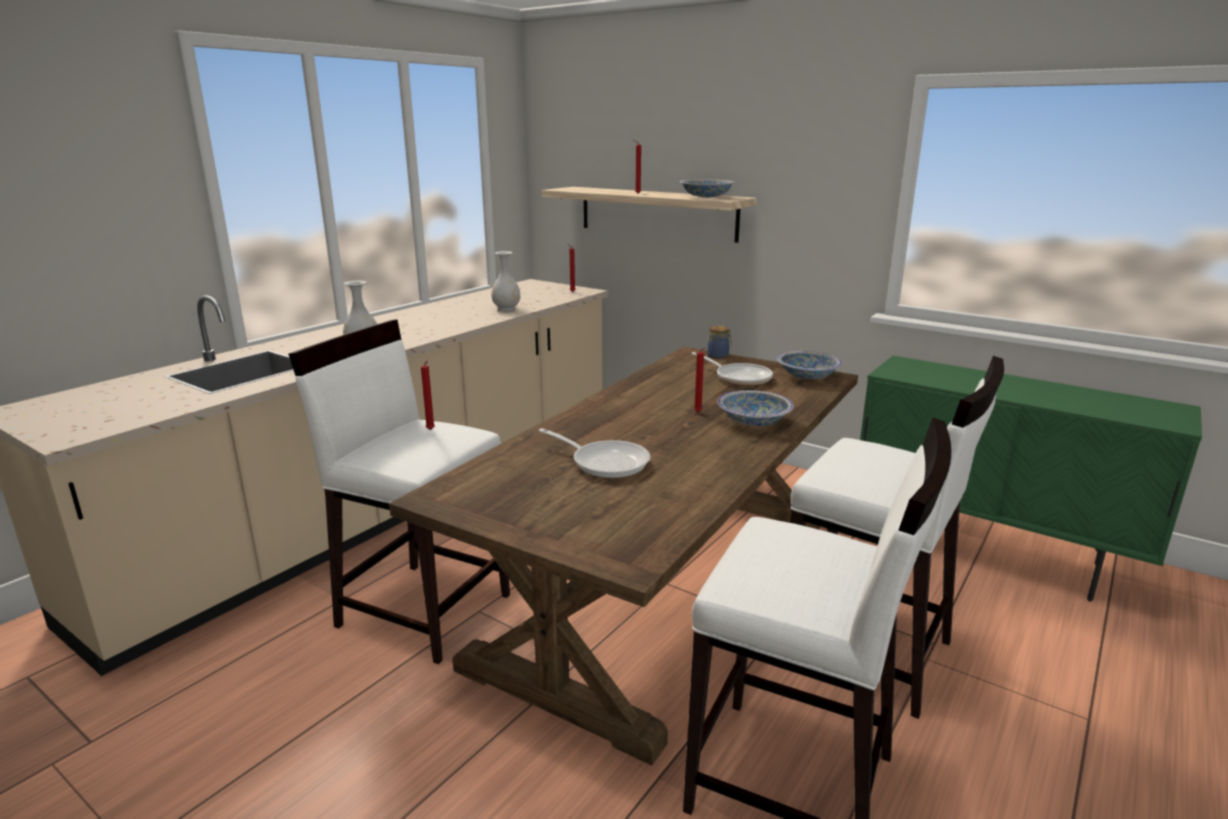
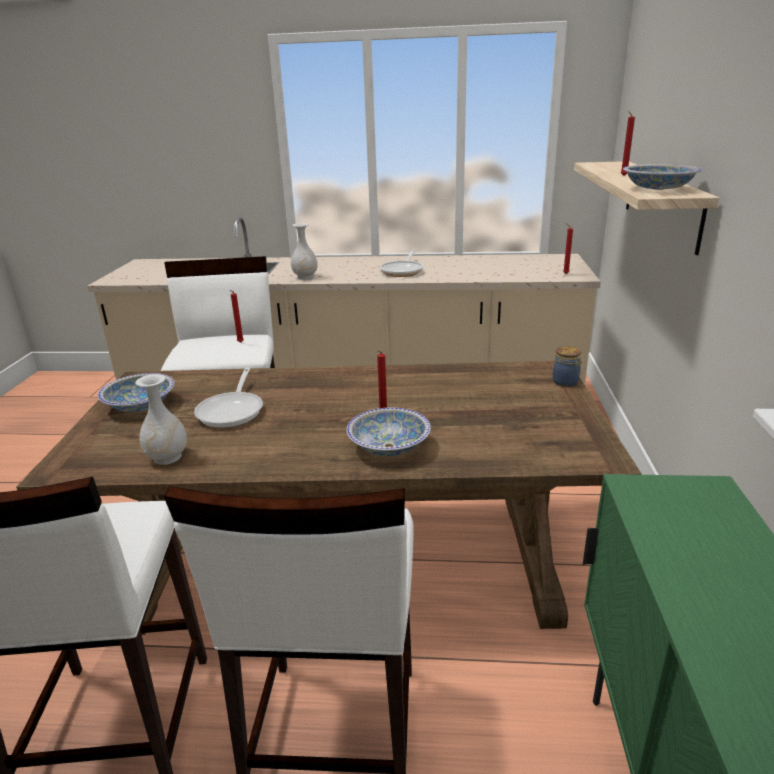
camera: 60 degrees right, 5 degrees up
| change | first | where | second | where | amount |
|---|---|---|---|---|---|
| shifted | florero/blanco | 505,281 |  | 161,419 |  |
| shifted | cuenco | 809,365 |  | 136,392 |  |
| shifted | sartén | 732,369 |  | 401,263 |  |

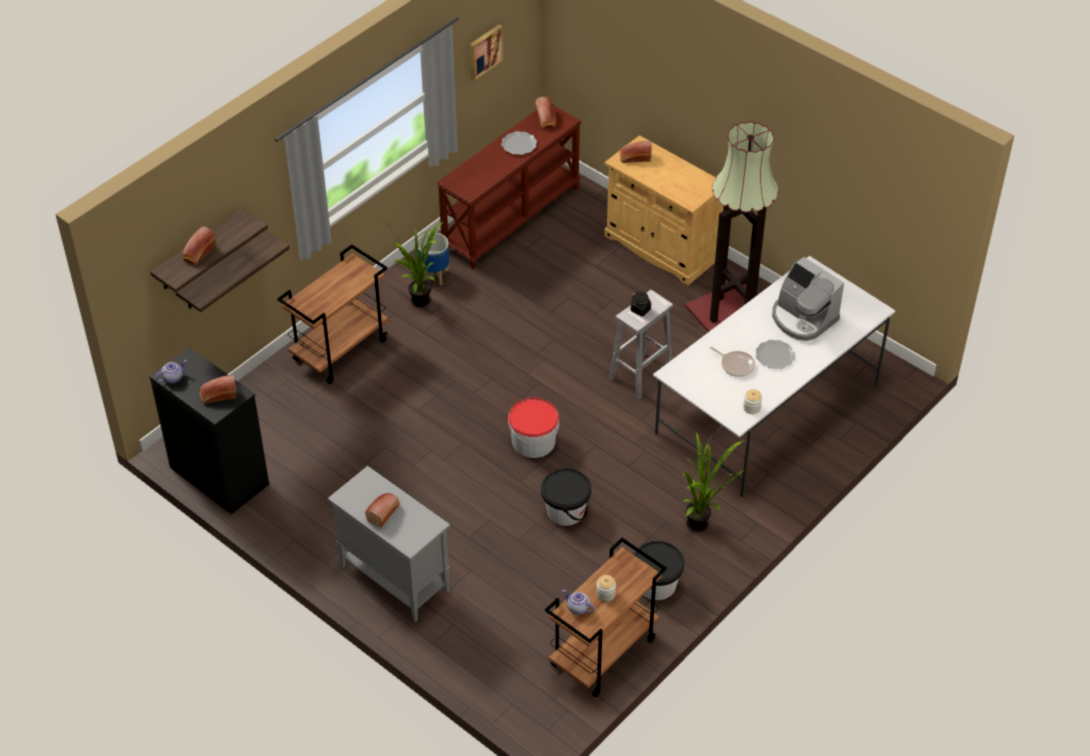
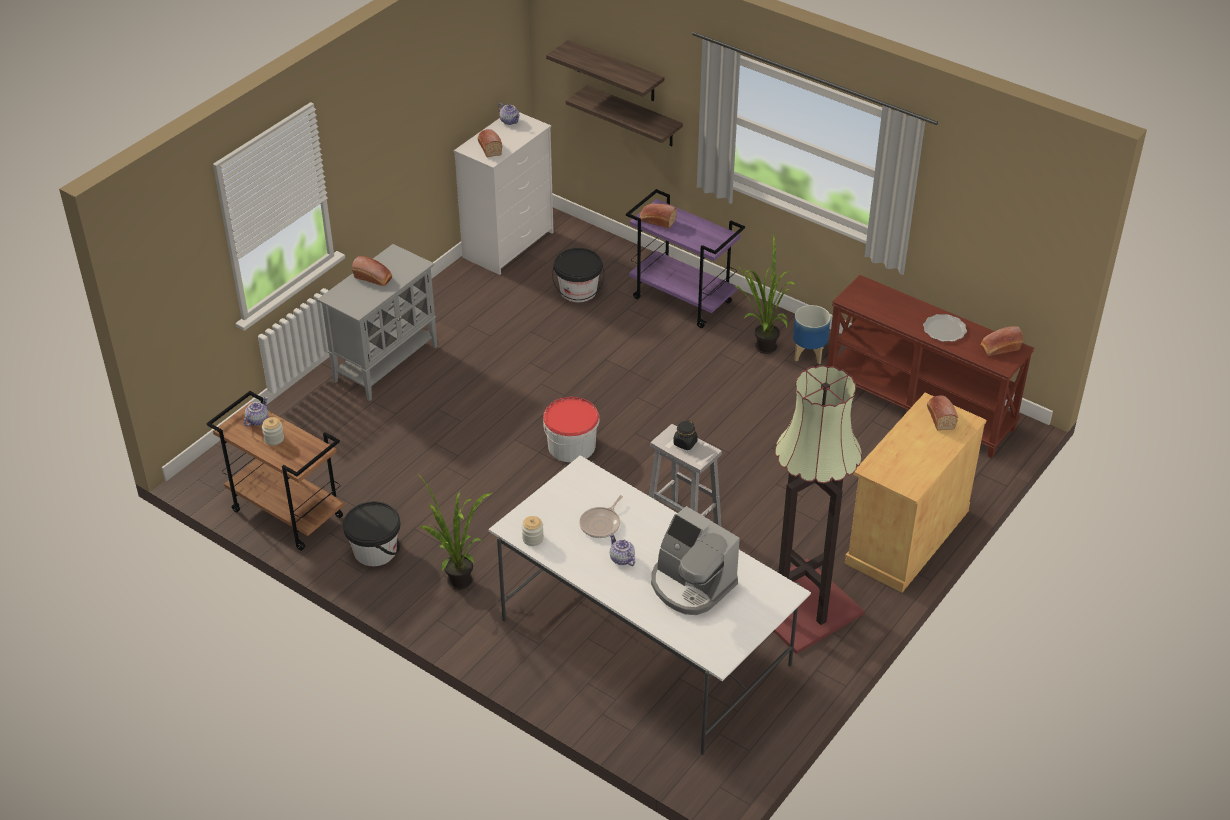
camera: 85 degrees right, 5 degrees down
| change | first | where | second | where | amount |
|---|---|---|---|---|---|
| gone | cuadro | 487,52 |  |  |  |
| shifted | pan | 199,246 |  | 658,216 |  |
| repainted | carrito/marrón | 332,314 | carrito/morado | 685,258 |  |
| rotated | cafetera | 808,299 |  | 695,560 | 90 degrees counterclockwise |
| swapped | plato | 775,354 | tetera | 622,550 |  |
| repainted | cómoda/negro | 209,430 | cómoda/blanco | 504,193 |  |
| shifted | cubo/negro | 566,497 |  | 578,275 |  |

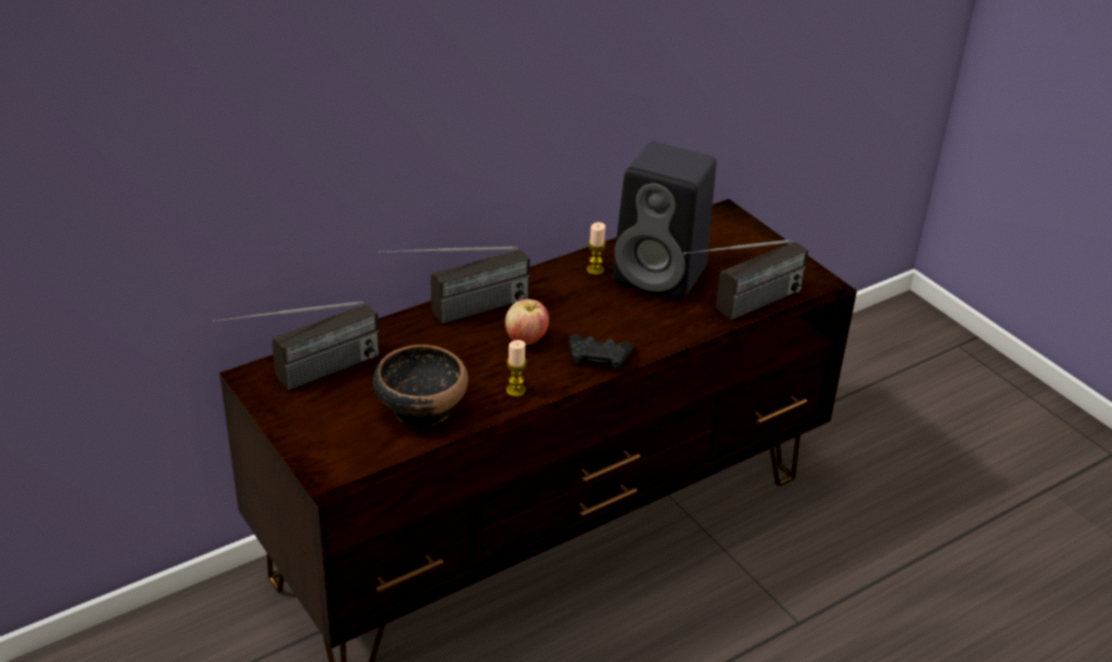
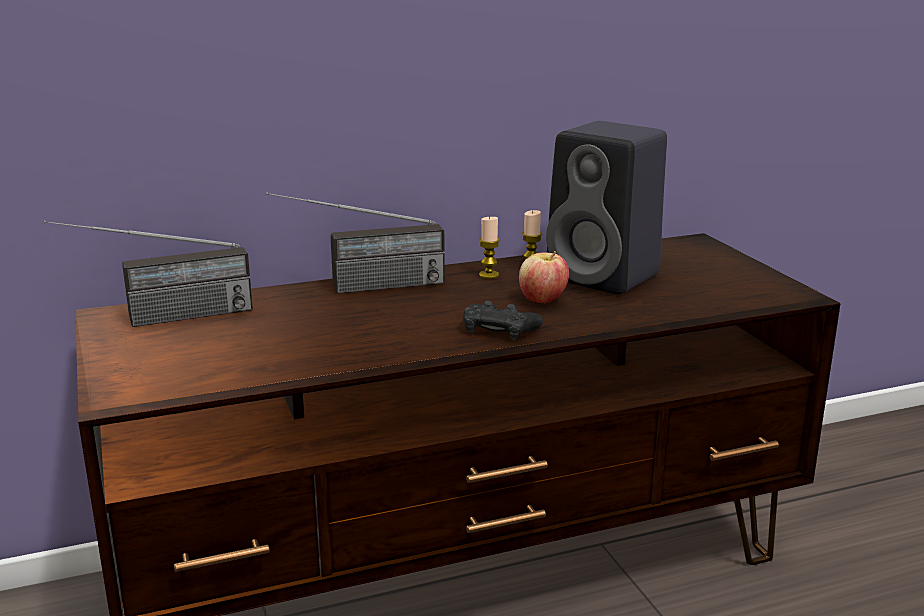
camera: 15 degrees right, 15 degrees down
| change | first | where | second | where | amount |
|---|---|---|---|---|---|
| gone | radio | 746,279 |  |  |  |
| shifted | manzana | 527,322 |  | 544,277 |  |
| shifted | vela | 516,368 |  | 489,247 |  |
| gone | cuenco | 420,386 |  |  |  |

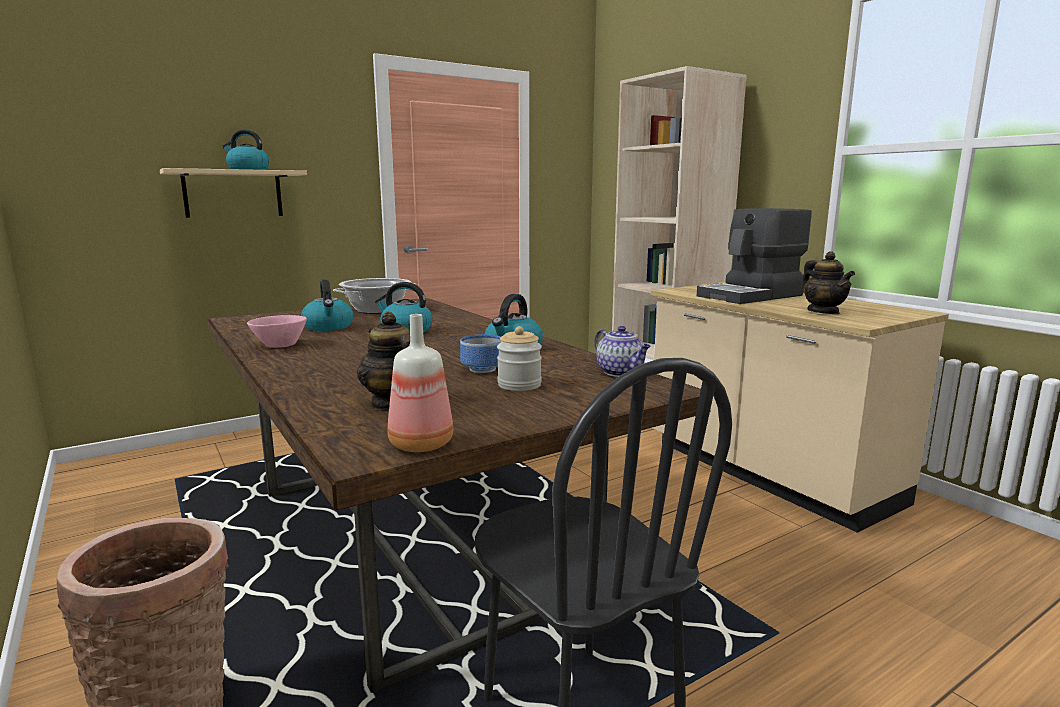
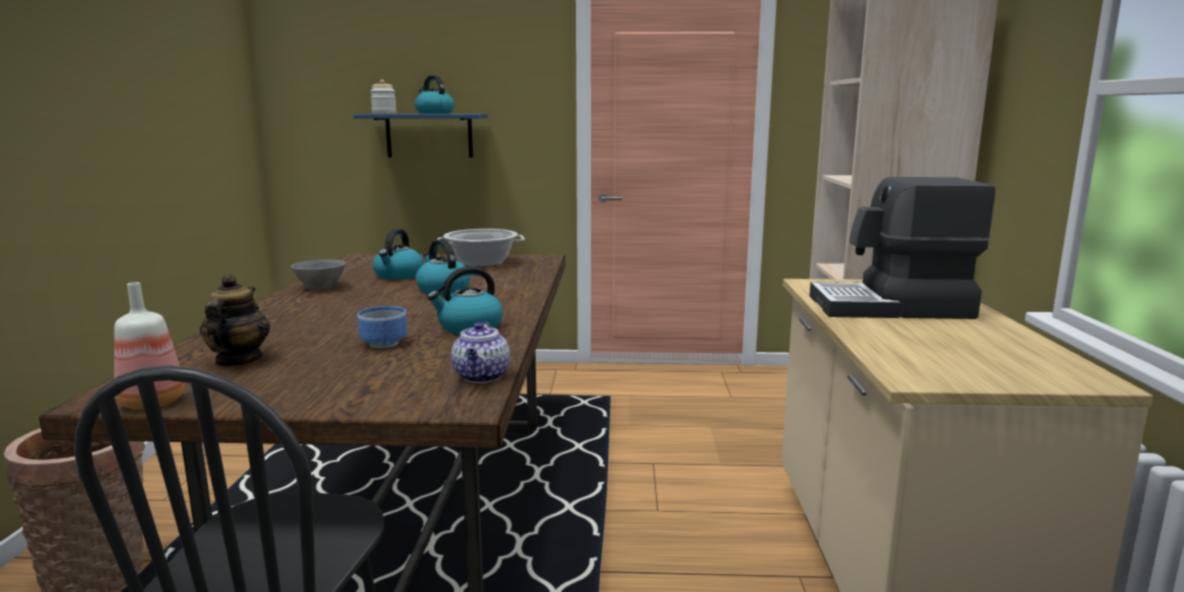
camera: 35 degrees right, 0 degrees up
| change | first | where | second | where | amount |
|---|---|---|---|---|---|
| repainted | estante/beis | 233,193 | estante/azul | 420,136 |  |
| gone | tetera | 828,282 |  |  |  |
| repainted | cuenco/rosa | 277,331 | cuenco/gris | 318,275 |  |
| shifted | tarro | 519,358 |  | 383,97 |  |

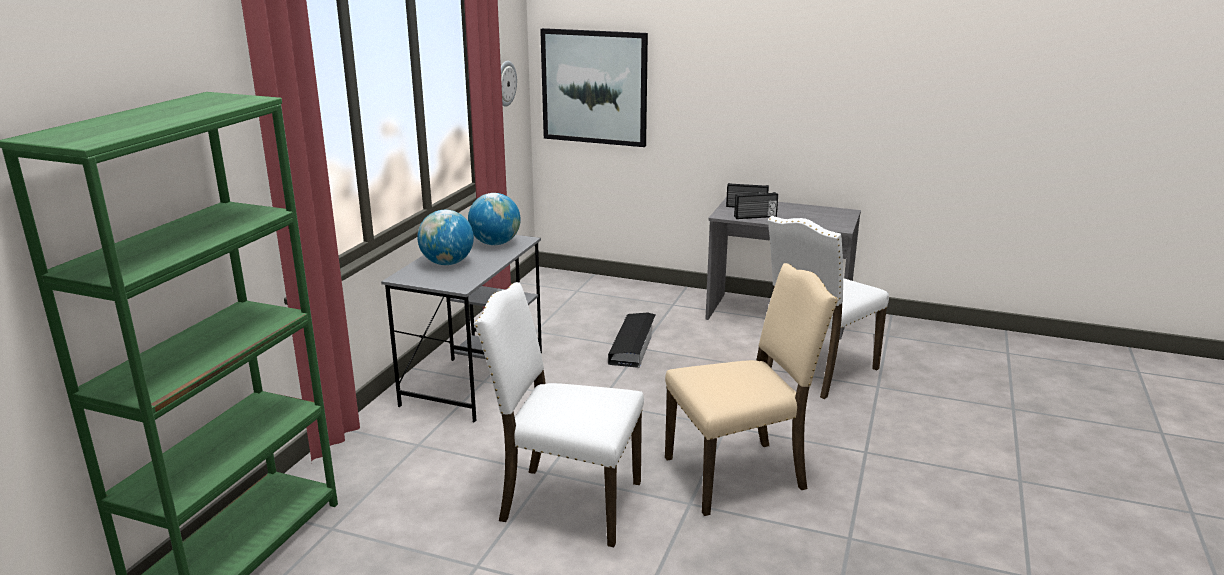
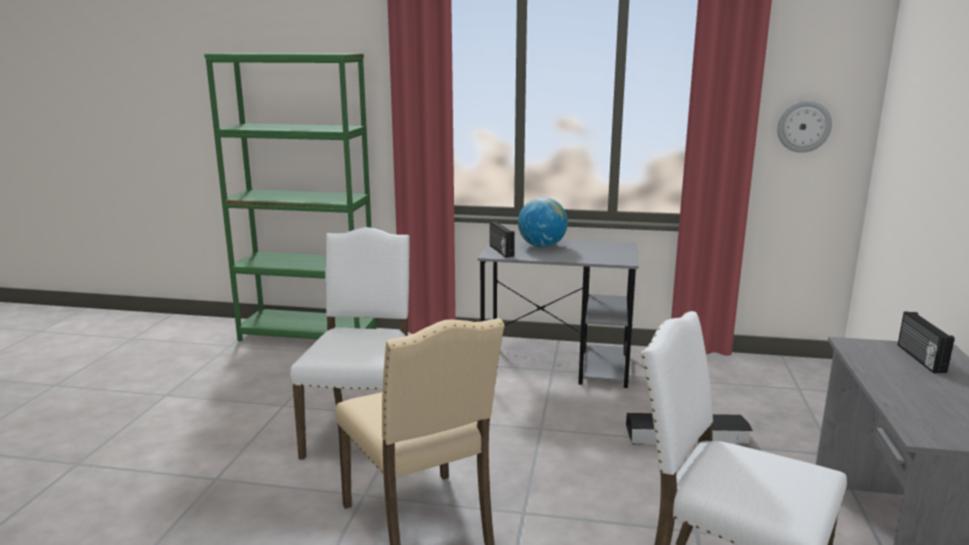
camera: 80 degrees right, 5 degrees down
| change | first | where | second | where | amount |
|---|---|---|---|---|---|
| gone | cuadro | 594,87 |  |  |  |
| shifted | radio | 756,205 |  | 502,239 |  |
| gone | globo terráqueo | 494,219 |  |  |  |

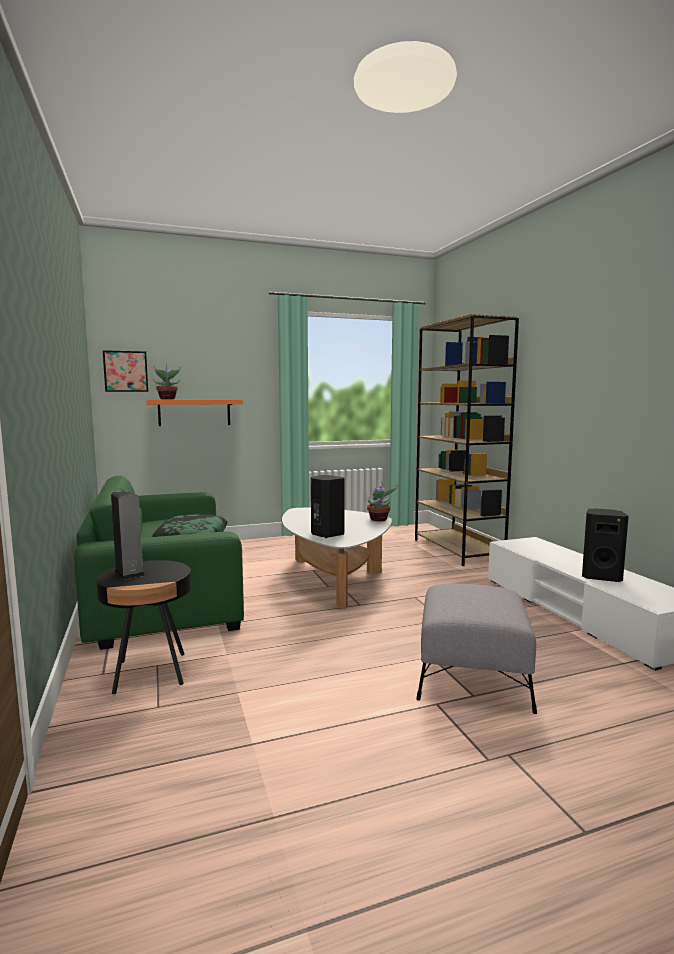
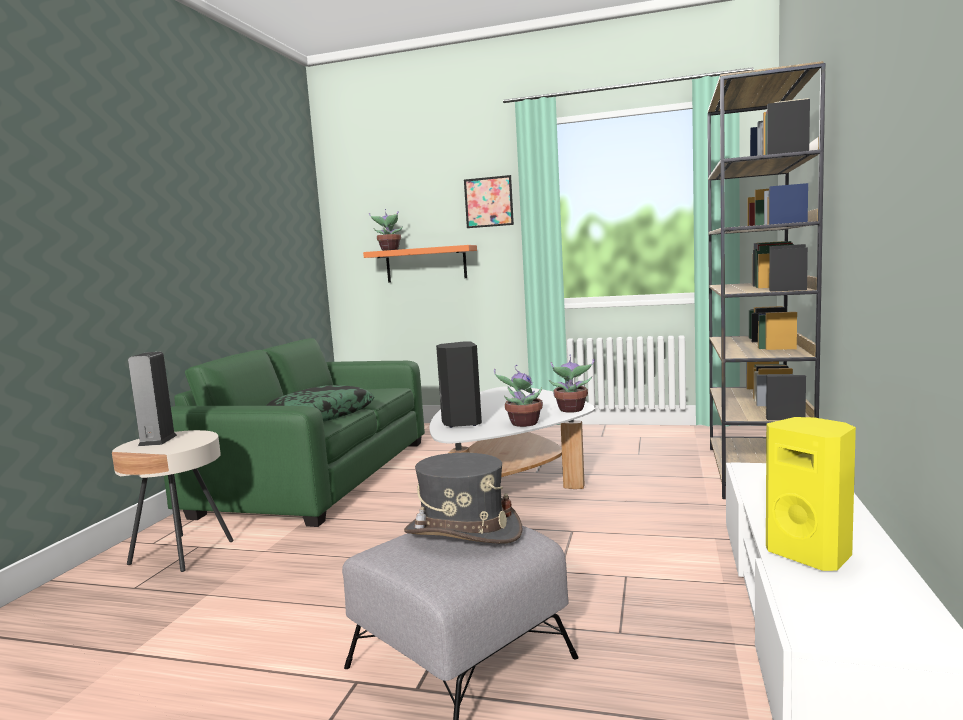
camera: 35 degrees right, 0 degrees up
| change | first | where | second | where | amount |
|---|---|---|---|---|---|
| shifted | cuadro | 125,371 |  | 489,201 |  |
| repainted | altavoz/negro | 605,545 | altavoz/amarillo | 811,494 |  |
| repainted | mesa auxiliar/negro | 144,627 | mesa auxiliar/beis | 172,501 |  |
| new |  |  | planta en maceta | 518,396 |  |
| new |  |  | sombrero/gris | 463,498 |  |

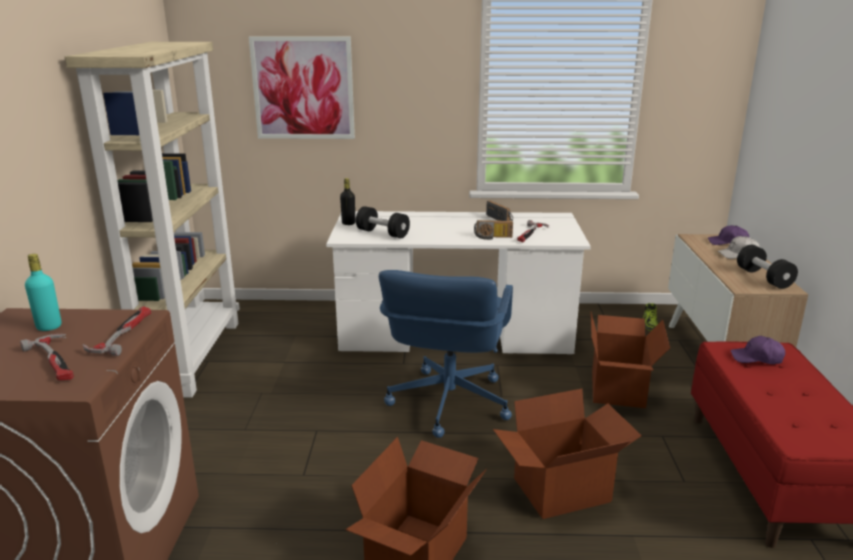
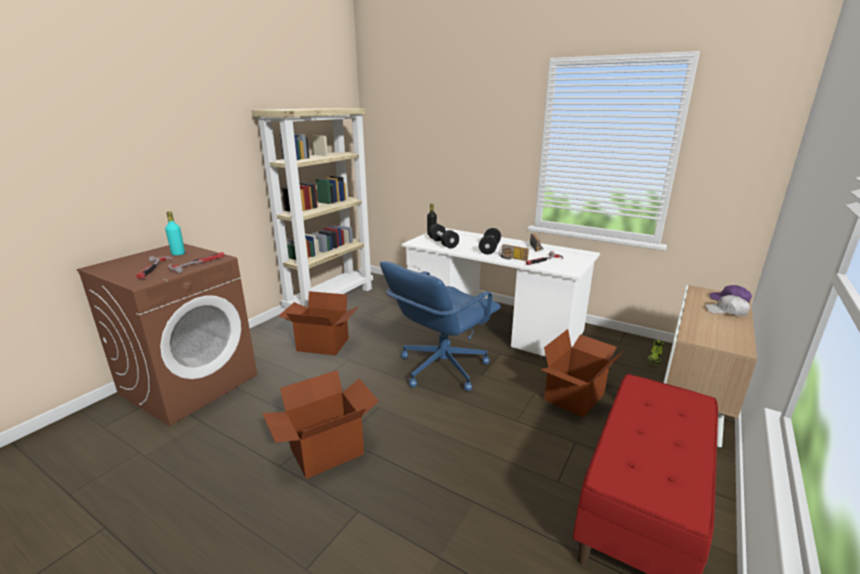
camera: 30 degrees right, 0 degrees up
| change | first | where | second | where | amount |
|---|---|---|---|---|---|
| gone | cuadro | 302,87 |  |  |  |
| shifted | mancuerna/negro | 767,267 |  | 490,241 |  |
| gone | gorra/morado | 758,350 |  |  |  |
| shifted | caja de cartón | 567,454 |  | 319,323 |  |

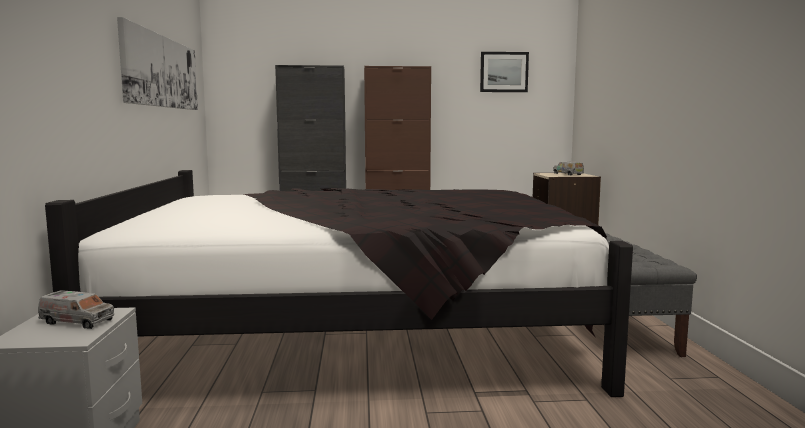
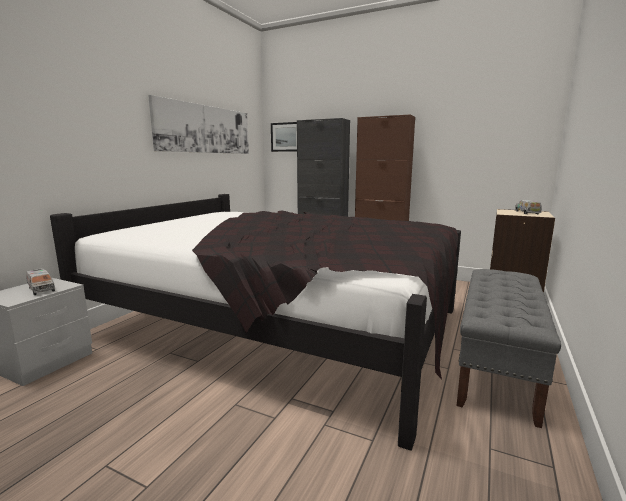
camera: 30 degrees right, 5 degrees up
| change | first | where | second | where | amount |
|---|---|---|---|---|---|
| shifted | cuadro | 504,72 |  | 284,137 |  |

